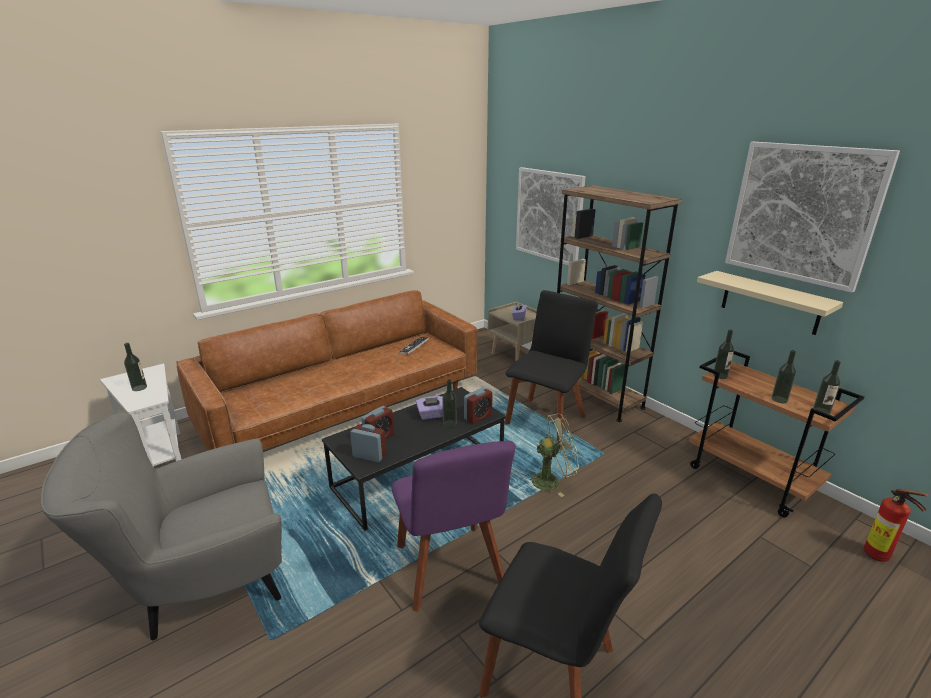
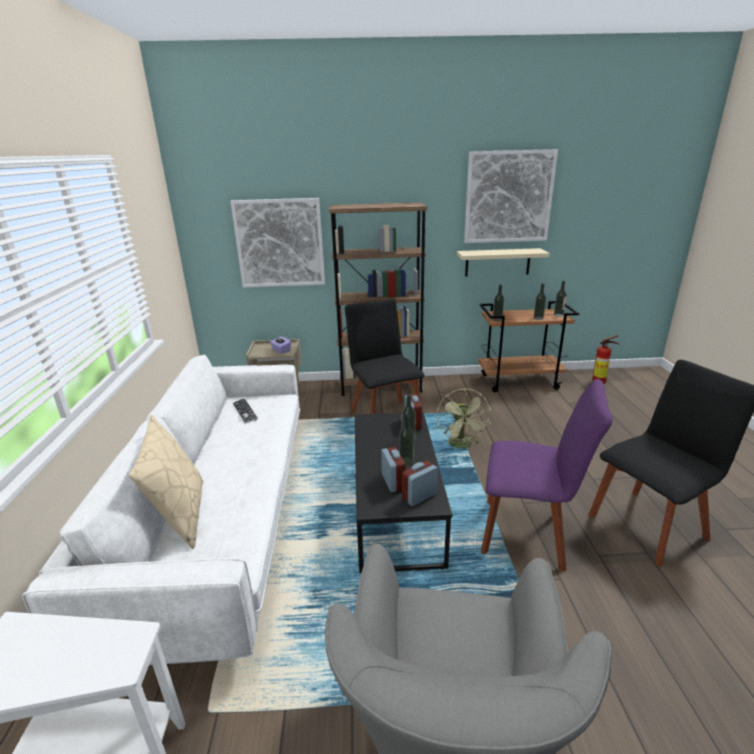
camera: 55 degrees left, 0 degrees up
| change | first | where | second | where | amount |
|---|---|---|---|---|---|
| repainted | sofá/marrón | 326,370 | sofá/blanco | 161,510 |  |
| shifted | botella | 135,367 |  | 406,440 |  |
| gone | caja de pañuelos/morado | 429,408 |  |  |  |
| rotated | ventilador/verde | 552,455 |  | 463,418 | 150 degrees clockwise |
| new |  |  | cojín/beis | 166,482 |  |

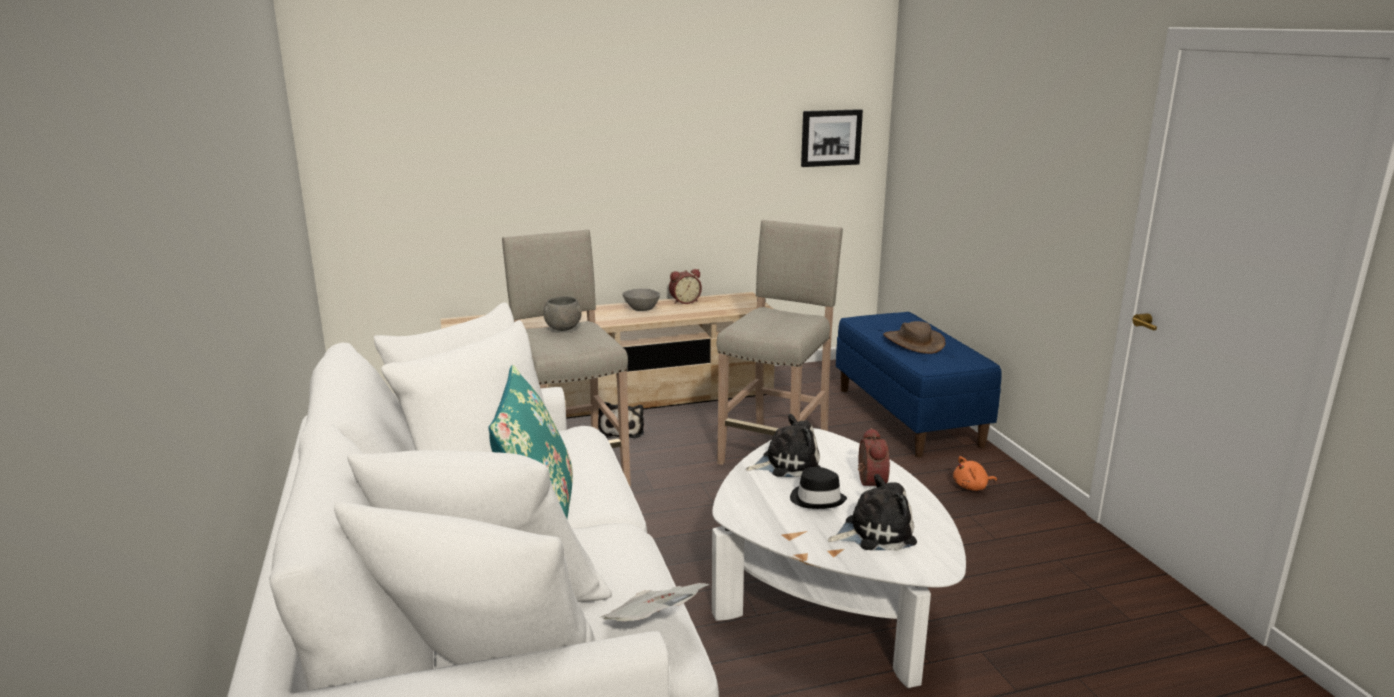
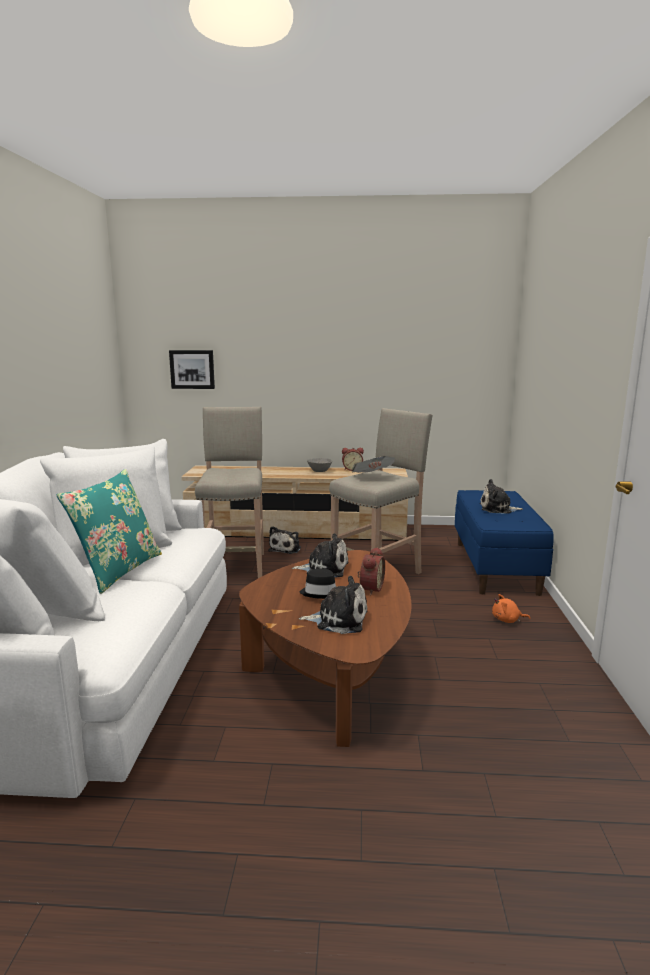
camera: 20 degrees right, 5 degrees down
| change | first | where | second | where | amount |
|---|---|---|---|---|---|
| shifted | cuadro | 832,138 |  | 192,369 |  |
| gone | cuenco/gris | 562,313 |  |  |  |
| swapped | sombrero/marrón | 914,337 | peluche | 501,496 |  |
| repainted | mesa de centro/blanco | 839,558 | mesa de centro/marrón | 325,648 |  |
| shifted | periódico | 655,602 |  | 373,464 |  |

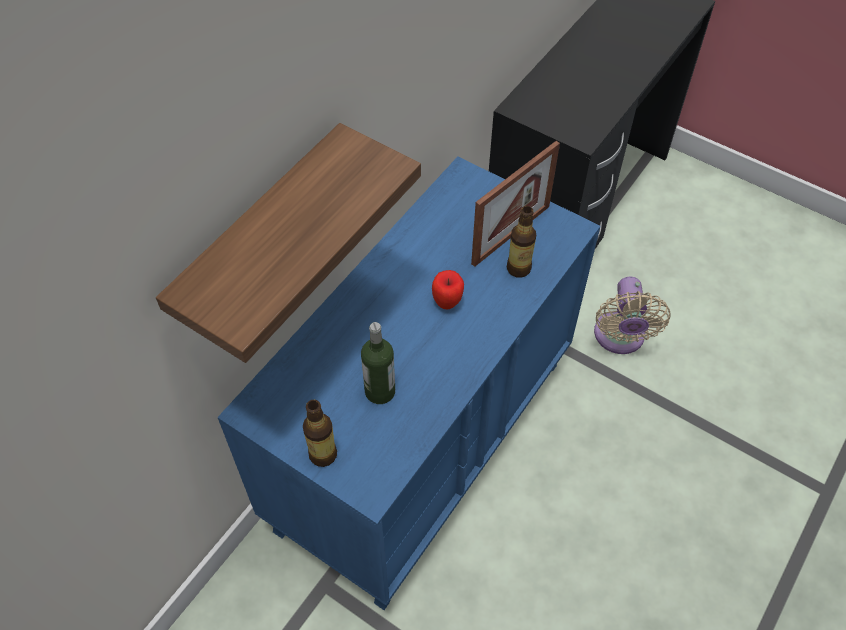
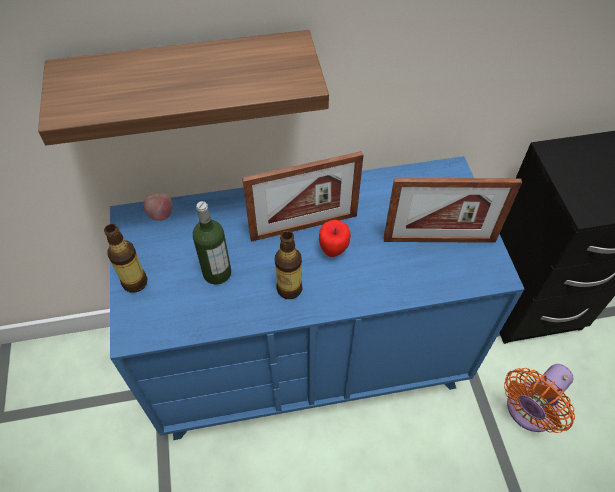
camera: 45 degrees right, 0 degrees up
| change | first | where | second | where | amount |
|---|---|---|---|---|---|
| shifted | botella | 521,242 |  | 289,265 |  |
| repainted | ventilador/beis | 632,315 | ventilador/naranja | 539,398 |  |
| new |  |  | portarretratos | 303,196 |  |
| new |  |  | manzana | 158,207 |  |

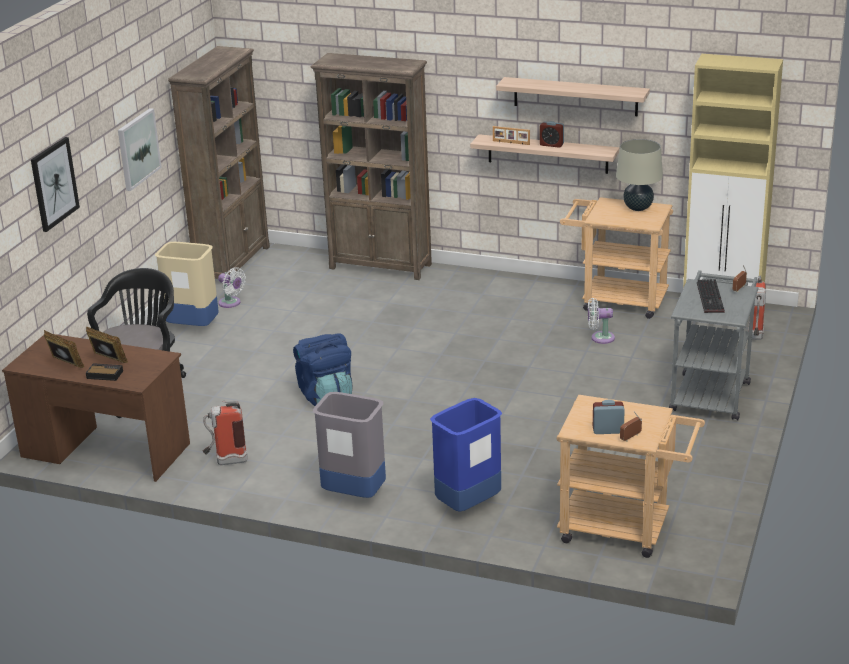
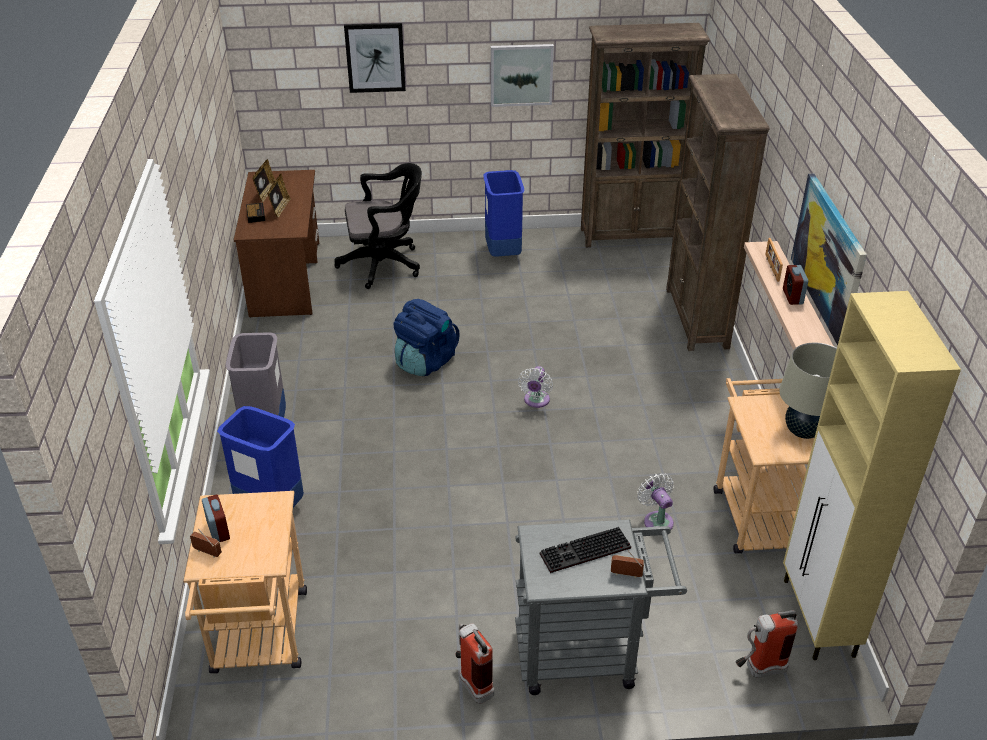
camera: 65 degrees right, 10 degrees up
| change | first | where | second | where | amount |
|---|---|---|---|---|---|
| swapped | estante | 573,96 | cuadro | 829,259 |  |
| repainted | papelera/beis | 187,284 | papelera/azul | 503,213 |  |
| shifted | ventilador/blanco | 232,287 |  | 535,387 |  |
| shifted | extintor | 225,432 |  | 474,663 |  |

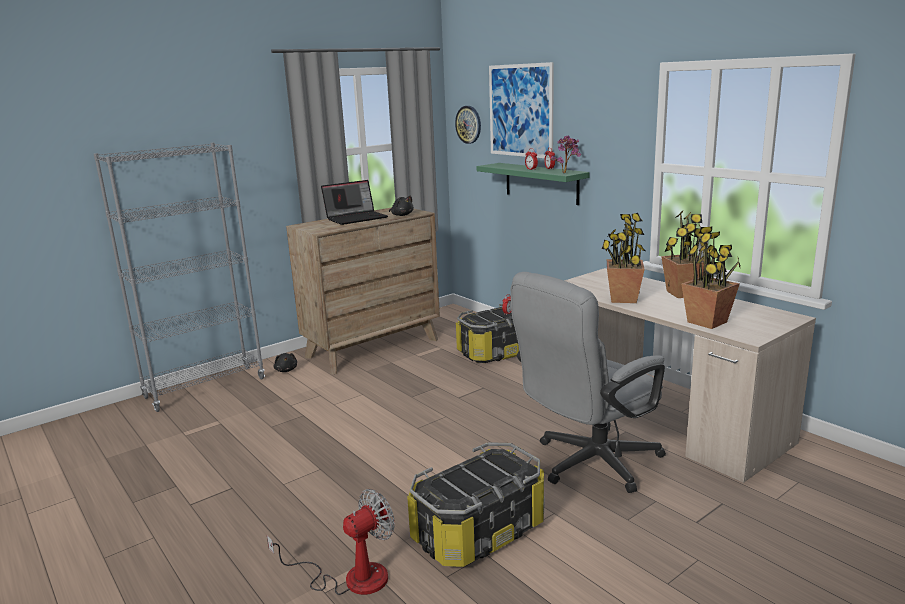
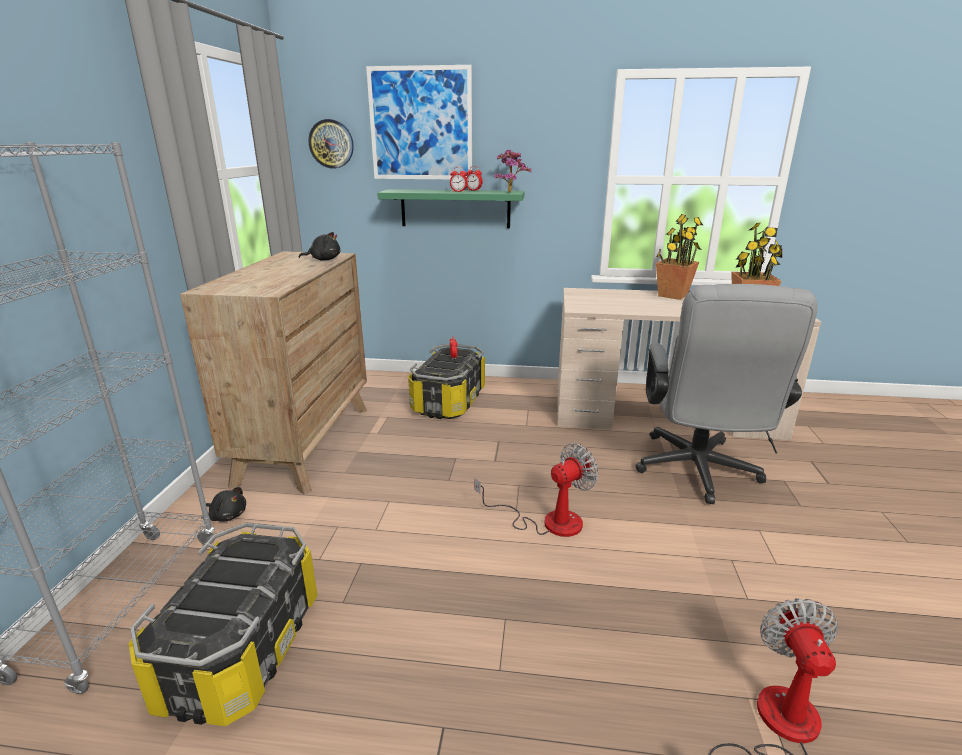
camera: 45 degrees left, 5 degrees up
| change | first | where | second | where | amount |
|---|---|---|---|---|---|
| gone | portátil | 354,202 |  |  |  |
| gone | planta en maceta | 624,258 |  |  |  |
| shifted | caja de almacenaje | 476,504 |  | 222,624 |  |
| new |  |  | ventilador | 536,490 |  |

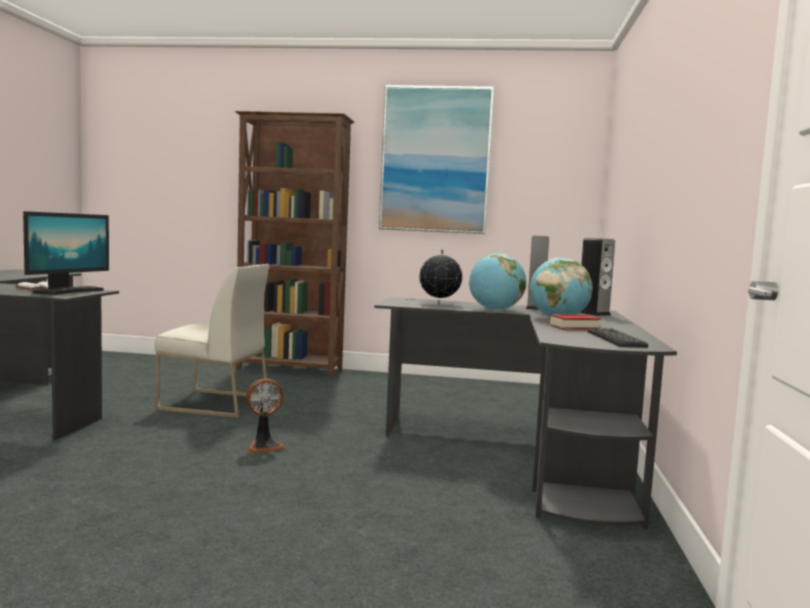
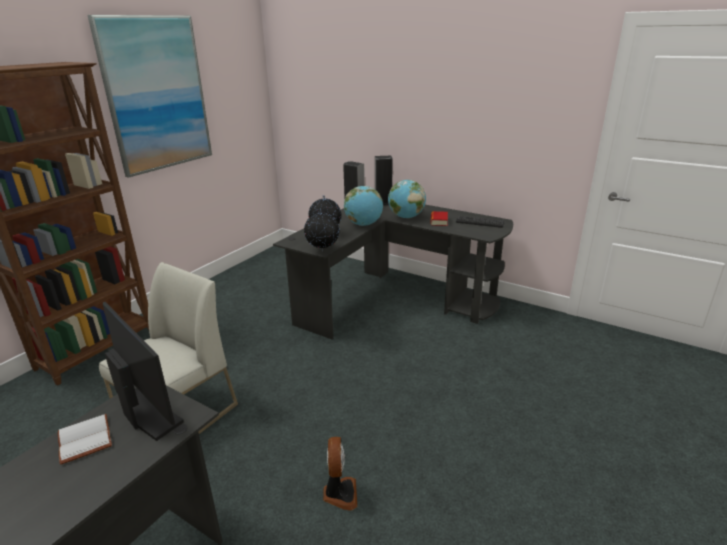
camera: 65 degrees left, 20 degrees up
| change | first | where | second | where | amount |
|---|---|---|---|---|---|
| shifted | ventilador | 266,416 |  | 340,474 |  |
| new |  |  | globo terráqueo | 322,230 |  |

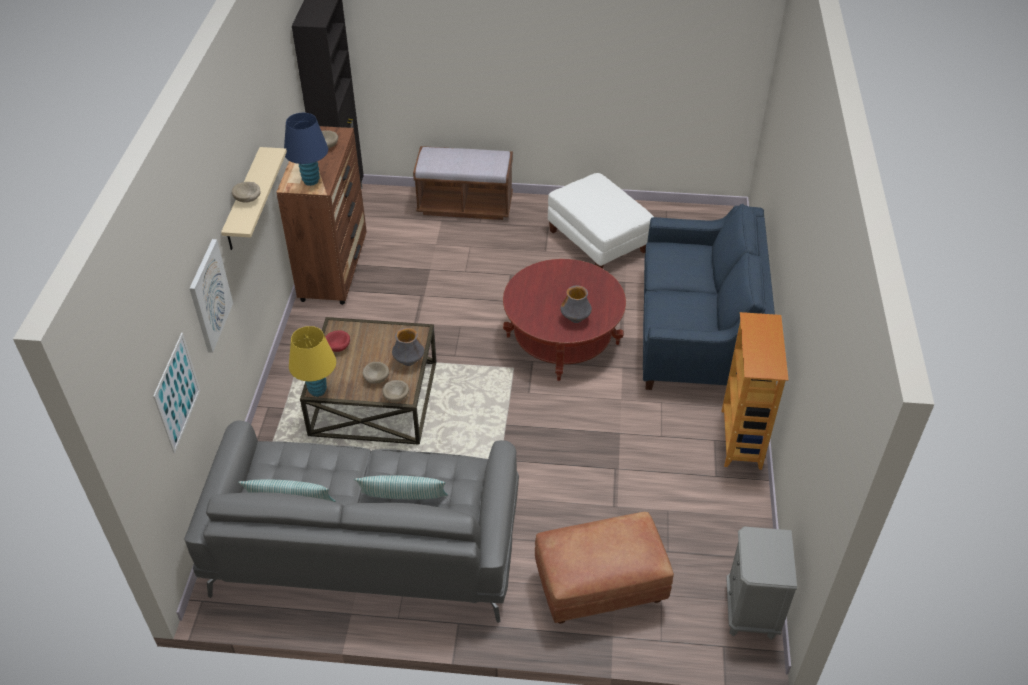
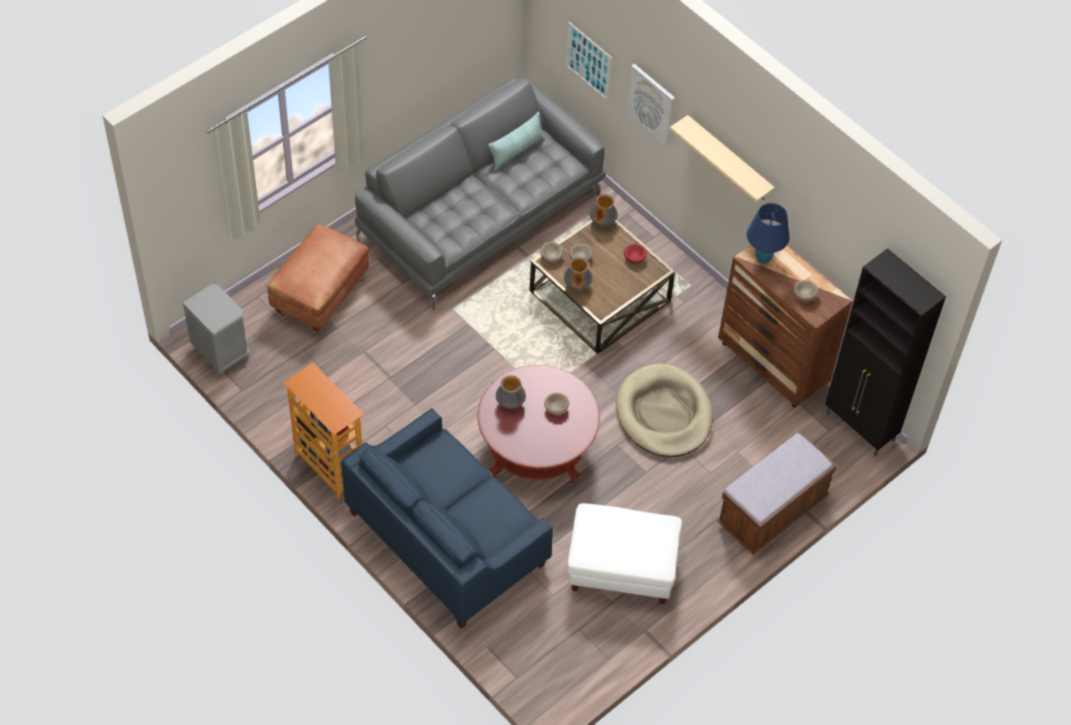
camera: 130 degrees right, 10 degrees up
| change | first | where | second | where | amount |
|---|---|---|---|---|---|
| shifted | cuenco/beis | 246,192 |  | 556,404 |  |
| swapped | lámpara de mesa/amarillo | 312,361 | florero | 604,210 |  |
| gone | cojín | 401,487 |  |  |  |
| new |  |  | cama para perro/beis | 664,410 |  |

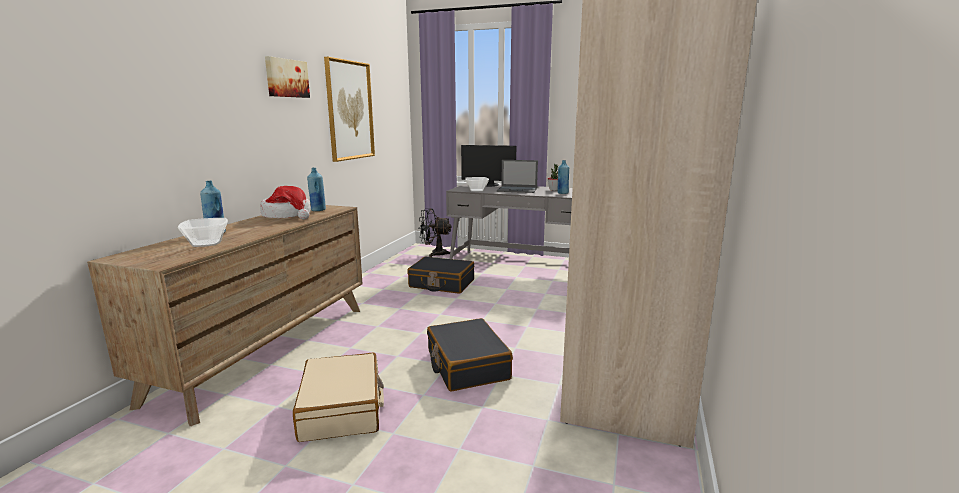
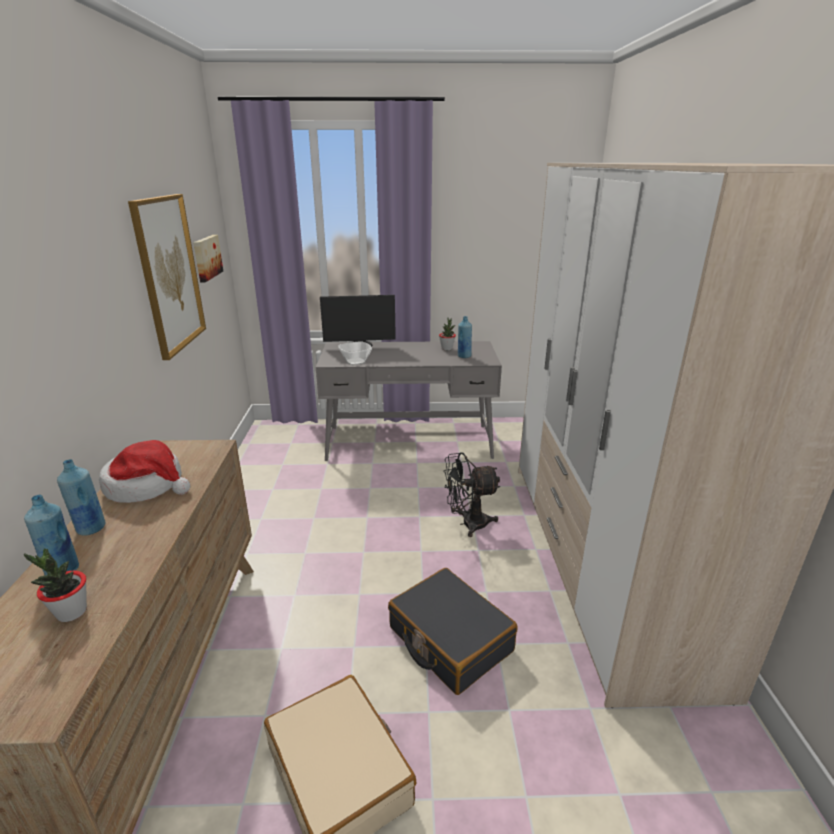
camera: 20 degrees left, 10 degrees up
| change | first | where | second | where | amount |
|---|---|---|---|---|---|
| shifted | cuadro | 287,77 |  | 208,258 |  |
| gone | portátil | 517,176 |  |  |  |
| shifted | botella/azul | 316,189 |  | 81,497 |  |
| shifted | ventilador/negro | 435,232 |  | 472,494 |  |
| swapped | cuenco | 203,232 | planta en maceta | 55,585 |  |
| gone | maleta/negro | 440,275 |  |  |  |

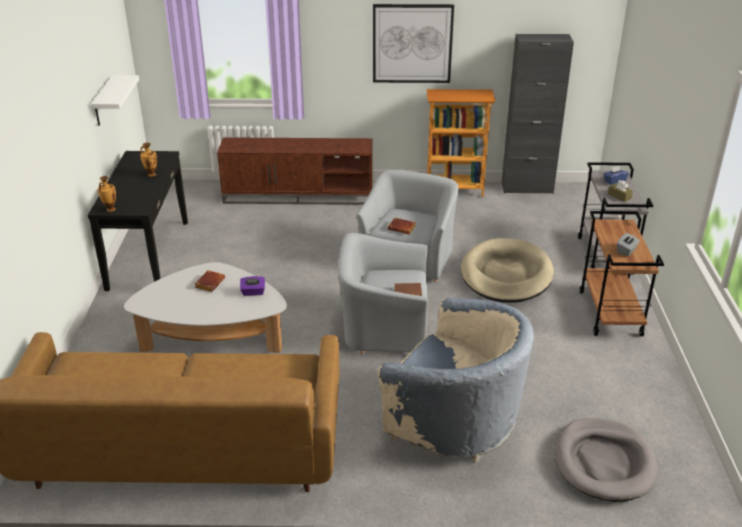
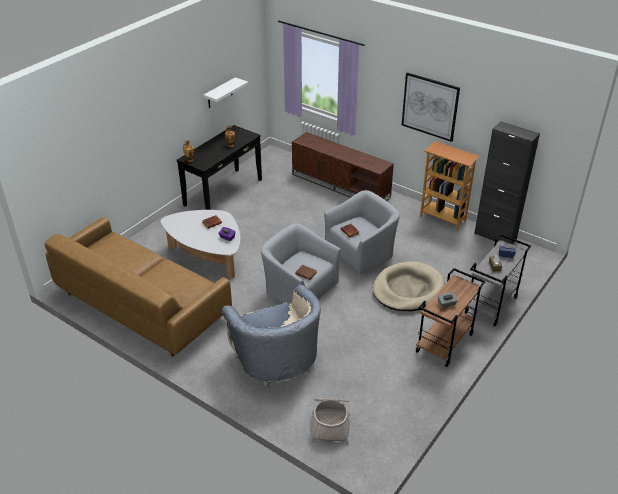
camera: 35 degrees right, 5 degrees up
| change | first | where | second | where | amount |
|---|---|---|---|---|---|
| swapped | cama para perro/gris | 606,460 | cesta | 330,421 |  |

